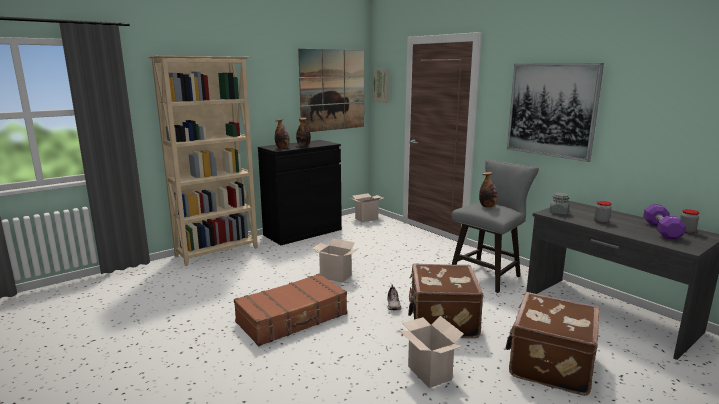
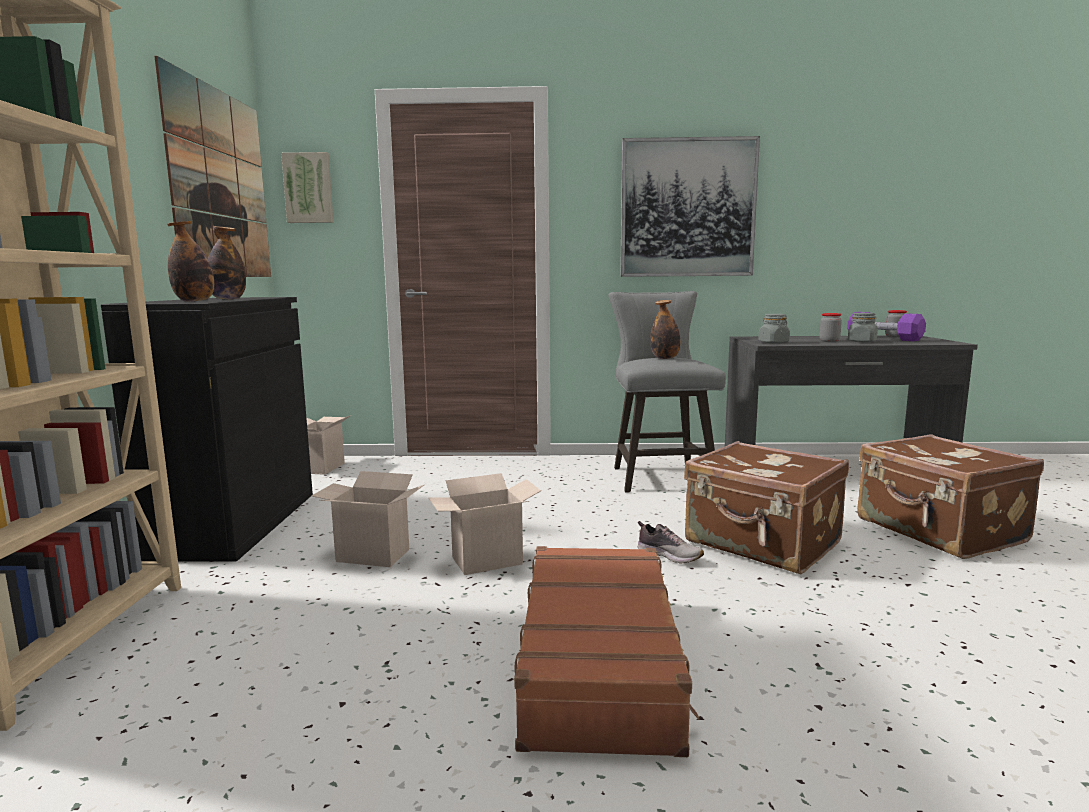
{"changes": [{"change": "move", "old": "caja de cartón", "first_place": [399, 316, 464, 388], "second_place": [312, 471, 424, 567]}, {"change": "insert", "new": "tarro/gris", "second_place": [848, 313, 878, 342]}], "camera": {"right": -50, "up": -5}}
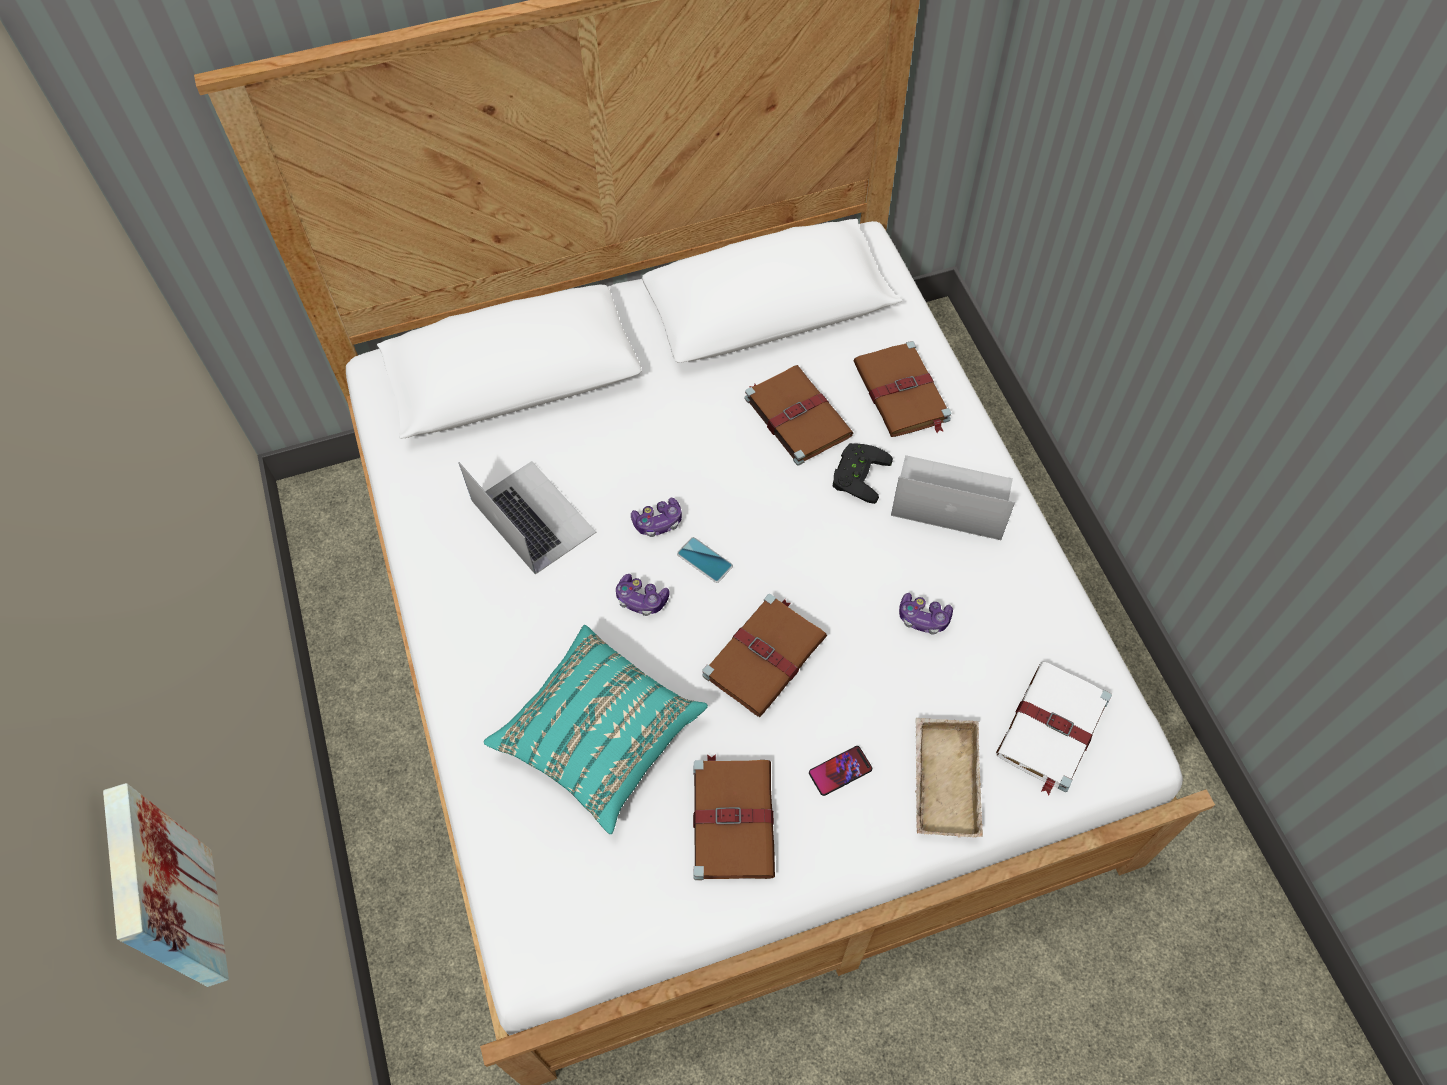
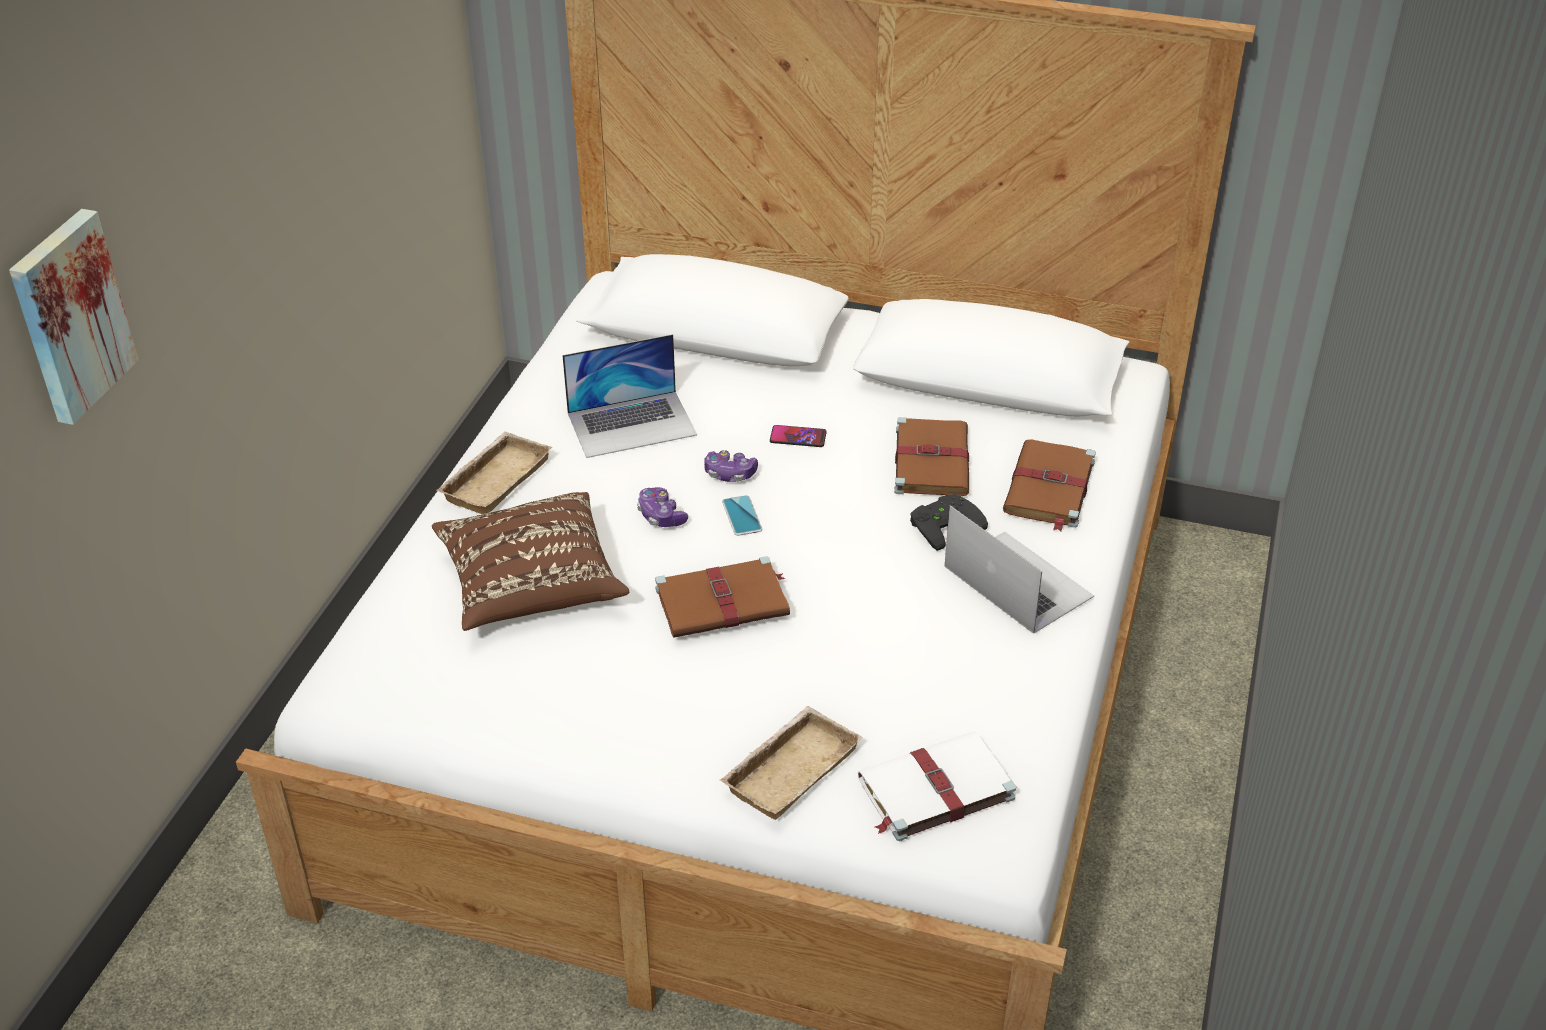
{"changes": [{"change": "rotate", "old": "portátil", "first_place": [458, 461, 596, 575], "second_place": [562, 334, 697, 458], "degrees": 75}, {"change": "delete", "old": "mando de consola", "first_place": [899, 593, 953, 635]}, {"change": "recolor", "old": "cojín/turquesa", "new": "cojín/marrón", "first_place": [484, 625, 708, 834], "second_place": [432, 492, 629, 631]}, {"change": "move", "old": "móvil", "first_place": [809, 746, 872, 796], "second_place": [770, 425, 827, 447]}, {"change": "delete", "old": "libro/marrón", "first_place": [693, 754, 775, 880]}, {"change": "insert", "new": "bandeja/beis", "second_place": [436, 432, 552, 514]}], "camera": {"right": 35, "up": -20}}
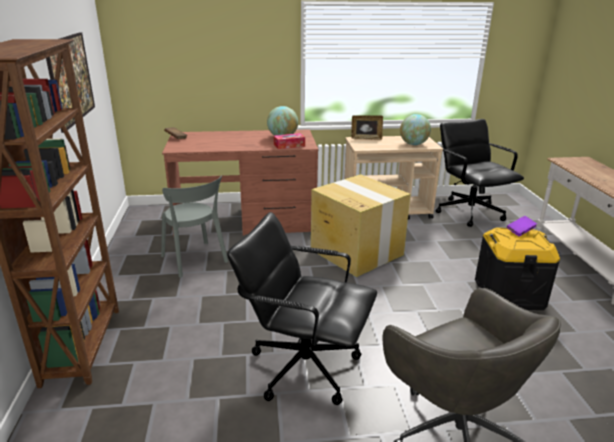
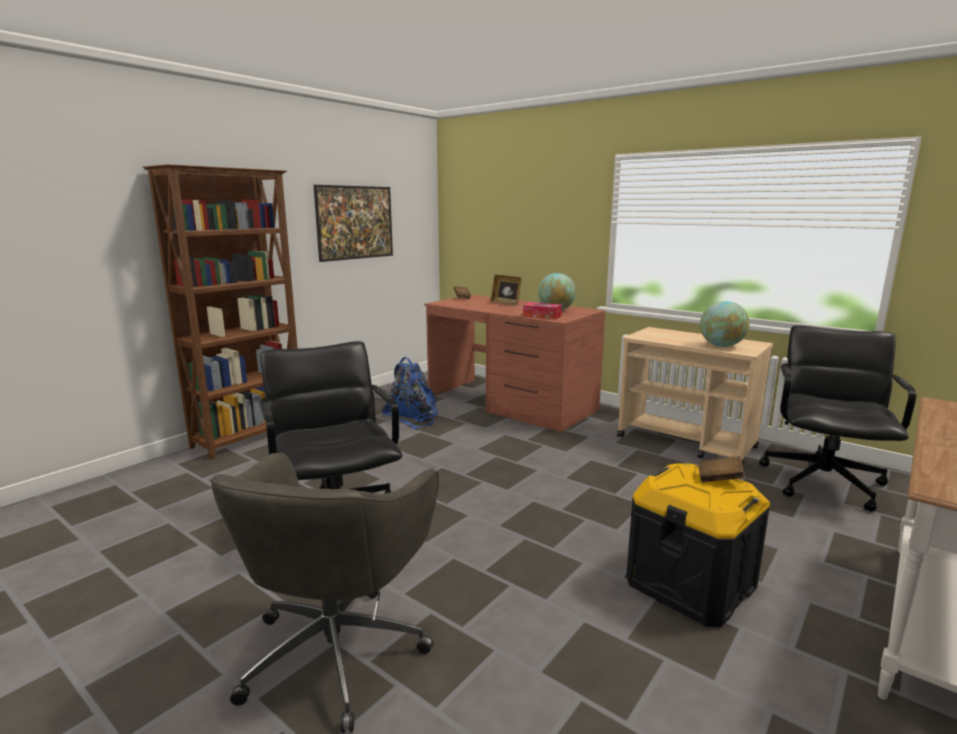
{"changes": [{"change": "move", "old": "portarretratos", "first_place": [351, 115, 383, 140], "second_place": [491, 275, 521, 306]}, {"change": "delete", "old": "caja de cartón", "first_place": [311, 174, 411, 277]}, {"change": "replace", "old": "silla/gris", "new": "mochila/azul", "first_place": [161, 175, 228, 278], "second_place": [382, 357, 438, 429]}, {"change": "recolor", "old": "libro/morado", "new": "libro/marrón", "first_place": [507, 216, 537, 236], "second_place": [698, 456, 745, 482]}], "camera": {"right": 45, "up": -10}}
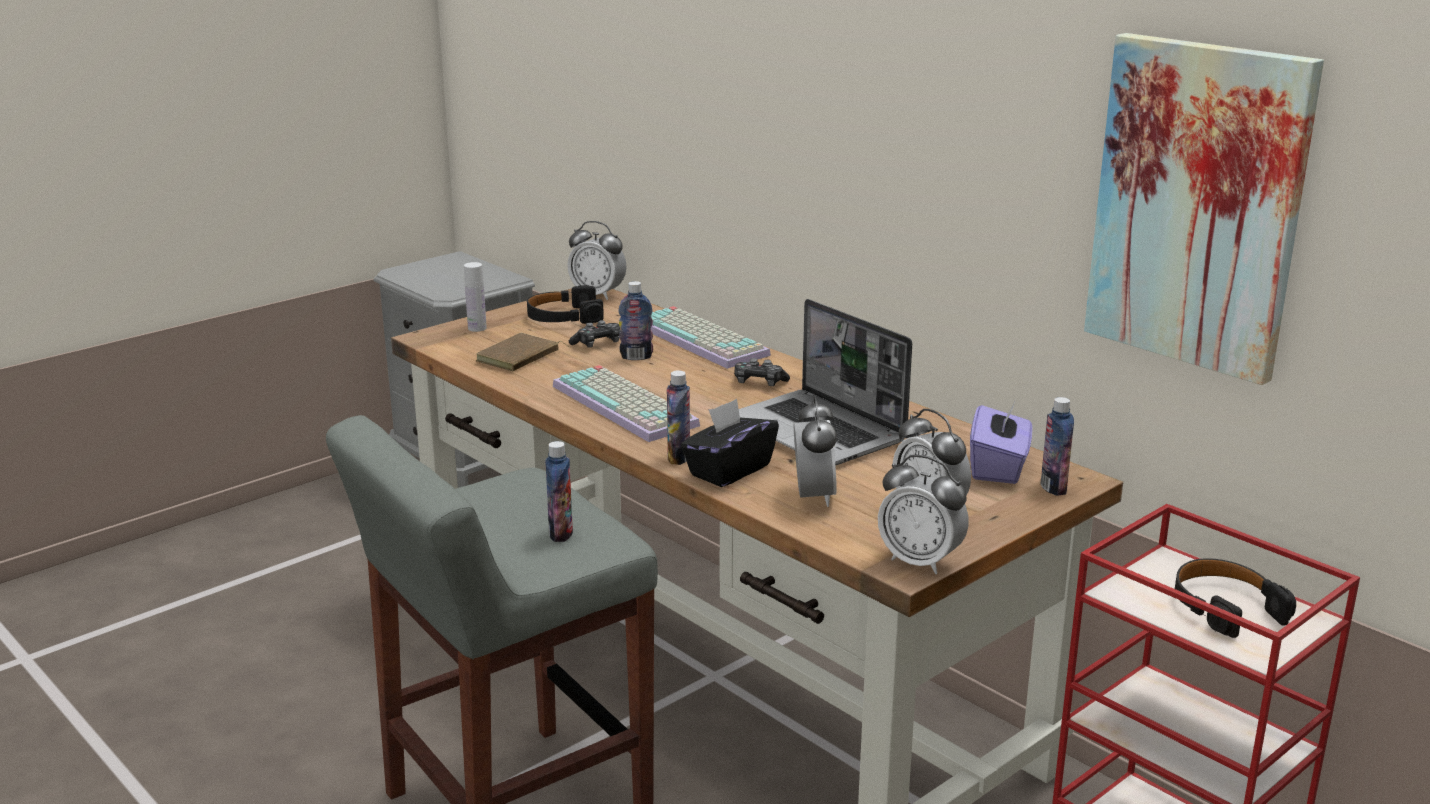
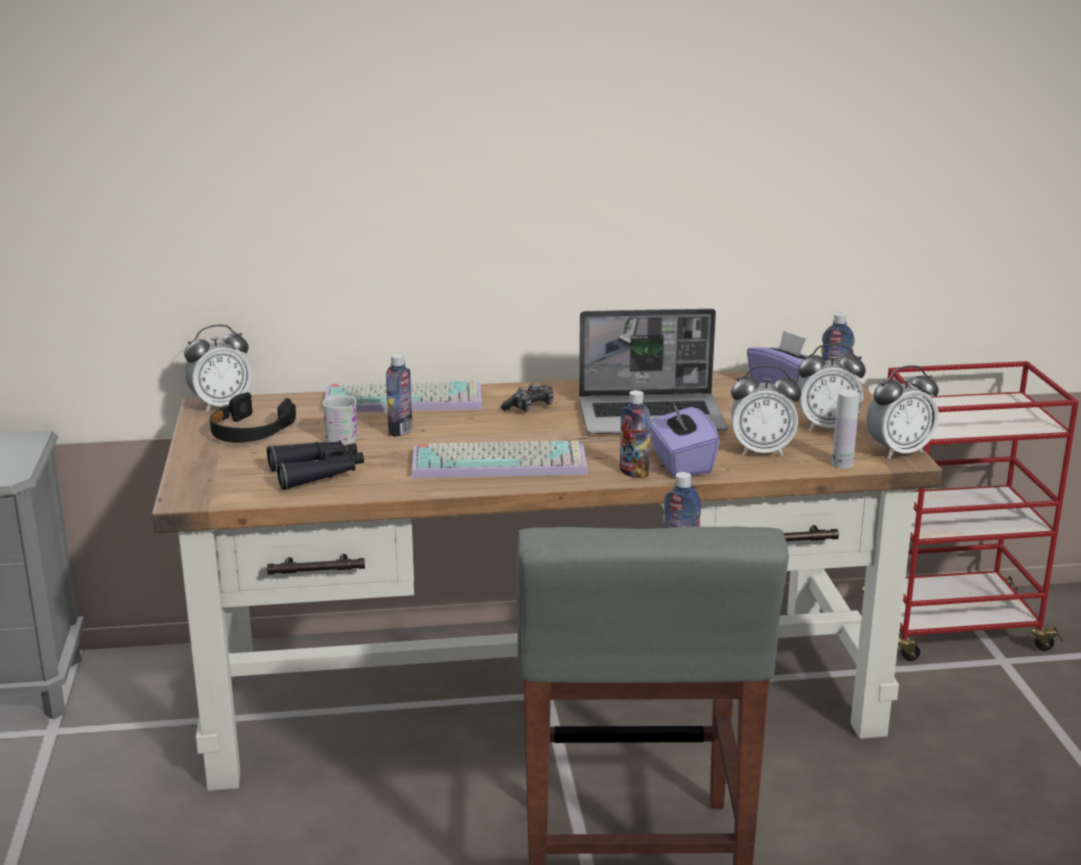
{"changes": [{"change": "delete", "old": "cuadro", "first_place": [1084, 33, 1324, 385]}, {"change": "move", "old": "botella/blanco", "first_place": [464, 262, 487, 332], "second_place": [832, 389, 859, 469]}, {"change": "replace", "old": "mando de consola", "new": "taza grande/blanco", "first_place": [569, 320, 621, 348], "second_place": [322, 395, 357, 445]}, {"change": "replace", "old": "libro/marrón", "new": "prismáticos/negro", "first_place": [476, 333, 570, 372], "second_place": [267, 440, 364, 490]}, {"change": "rotate", "old": "despertador", "first_place": [794, 395, 837, 507], "second_place": [731, 365, 801, 456], "degrees": 150}, {"change": "recolor", "old": "caja de pañuelos/negro", "new": "caja de pañuelos/morado", "first_place": [680, 399, 779, 487], "second_place": [650, 401, 720, 477]}, {"change": "delete", "old": "auriculares/negro", "first_place": [1175, 558, 1296, 638]}], "camera": {"right": -55, "up": 0}}
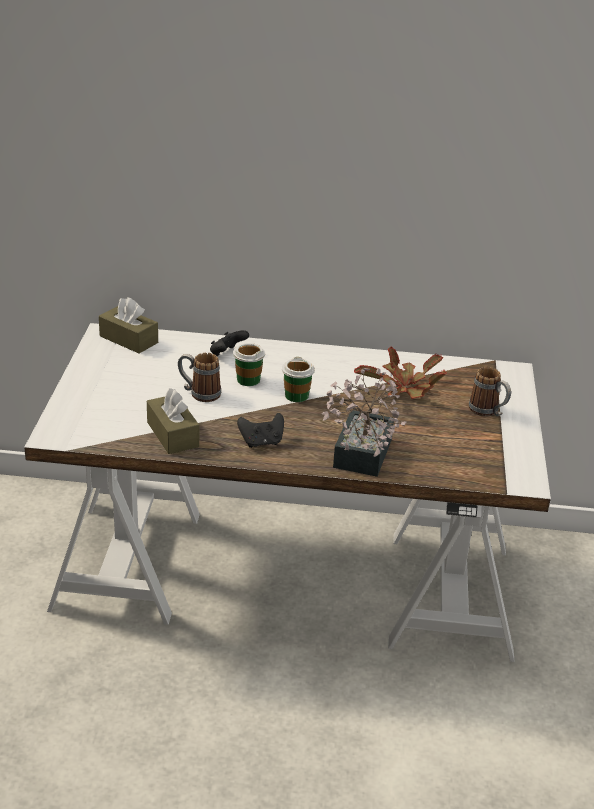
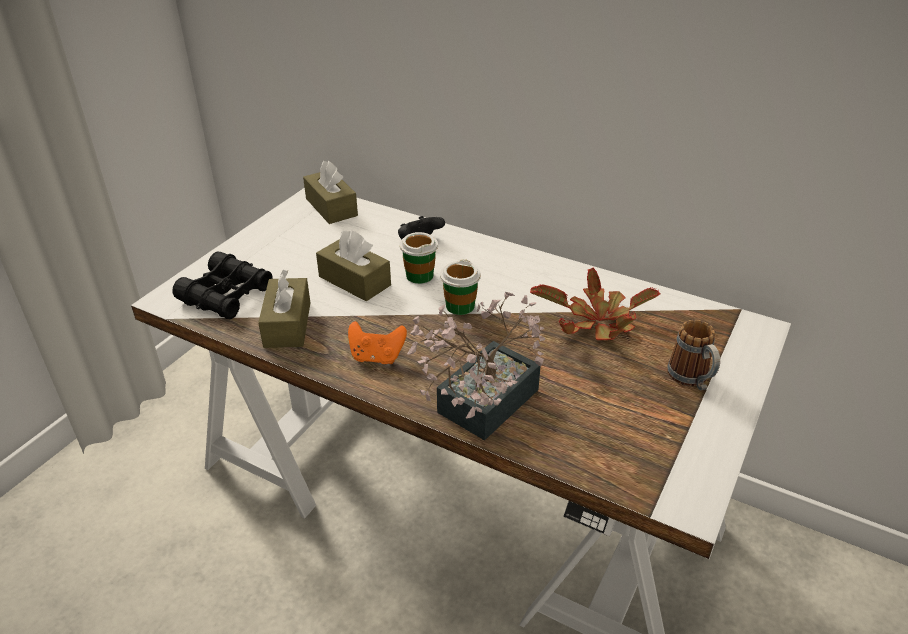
{"changes": [{"change": "replace", "old": "taza grande", "new": "caja de pañuelos/marrón", "first_place": [178, 353, 221, 402], "second_place": [316, 230, 391, 302]}, {"change": "recolor", "old": "mando de consola/negro", "new": "mando de consola/naranja", "first_place": [237, 413, 284, 448], "second_place": [348, 321, 407, 364]}, {"change": "insert", "new": "prismáticos/negro", "second_place": [173, 252, 273, 319]}], "camera": {"right": 25, "up": 5}}
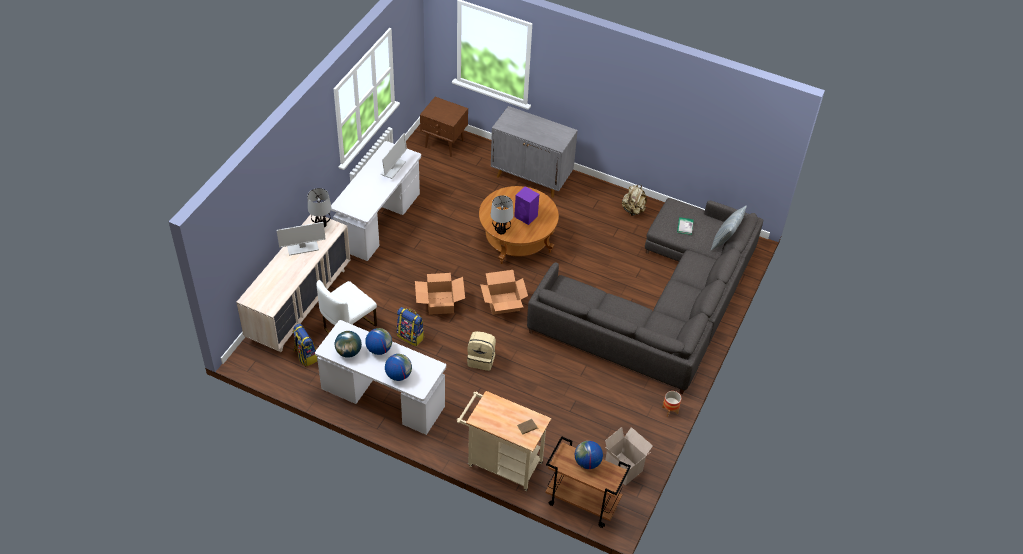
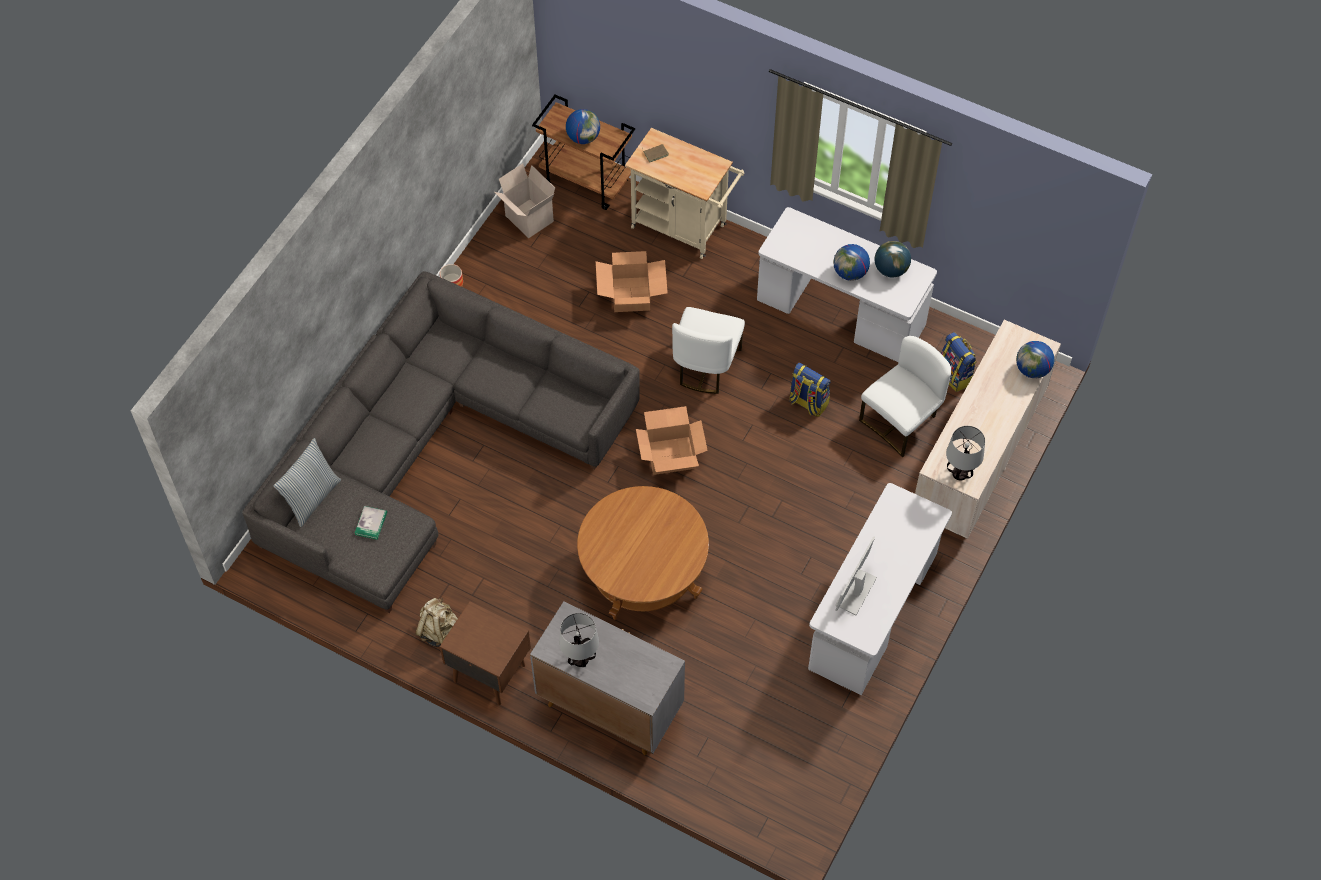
{"changes": [{"change": "move", "old": "mesita de noche/marrón", "first_place": [420, 97, 468, 157], "second_place": [440, 601, 531, 705]}, {"change": "delete", "old": "altavoz/morado", "first_place": [514, 186, 539, 225]}, {"change": "move", "old": "lámpara de mesa", "first_place": [491, 195, 513, 234], "second_place": [559, 613, 599, 667]}, {"change": "delete", "old": "monitor", "first_place": [277, 222, 326, 256]}, {"change": "move", "old": "caja de cartón", "first_place": [415, 273, 465, 315], "second_place": [596, 251, 668, 312]}, {"change": "replace", "old": "mochila/beis", "new": "silla/blanco", "first_place": [467, 331, 496, 371], "second_place": [672, 307, 745, 394]}, {"change": "move", "old": "globo terráqueo", "first_place": [385, 354, 412, 381], "second_place": [1016, 341, 1055, 378]}], "camera": {"right": -175, "up": 10}}
